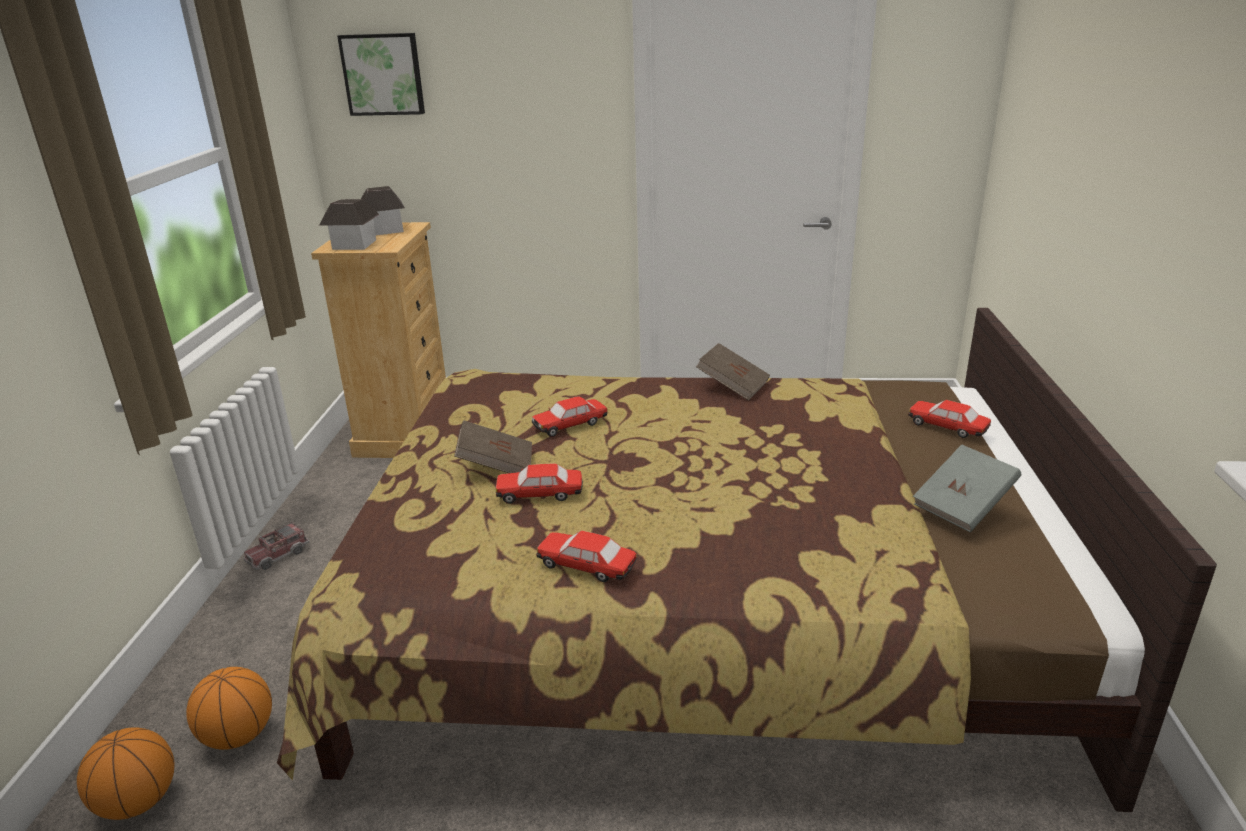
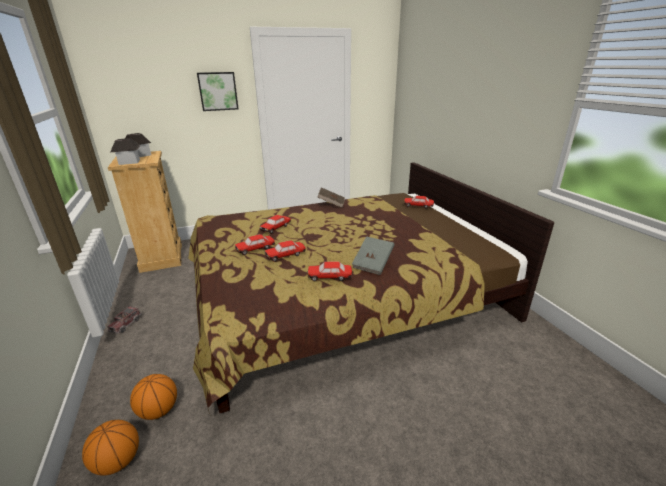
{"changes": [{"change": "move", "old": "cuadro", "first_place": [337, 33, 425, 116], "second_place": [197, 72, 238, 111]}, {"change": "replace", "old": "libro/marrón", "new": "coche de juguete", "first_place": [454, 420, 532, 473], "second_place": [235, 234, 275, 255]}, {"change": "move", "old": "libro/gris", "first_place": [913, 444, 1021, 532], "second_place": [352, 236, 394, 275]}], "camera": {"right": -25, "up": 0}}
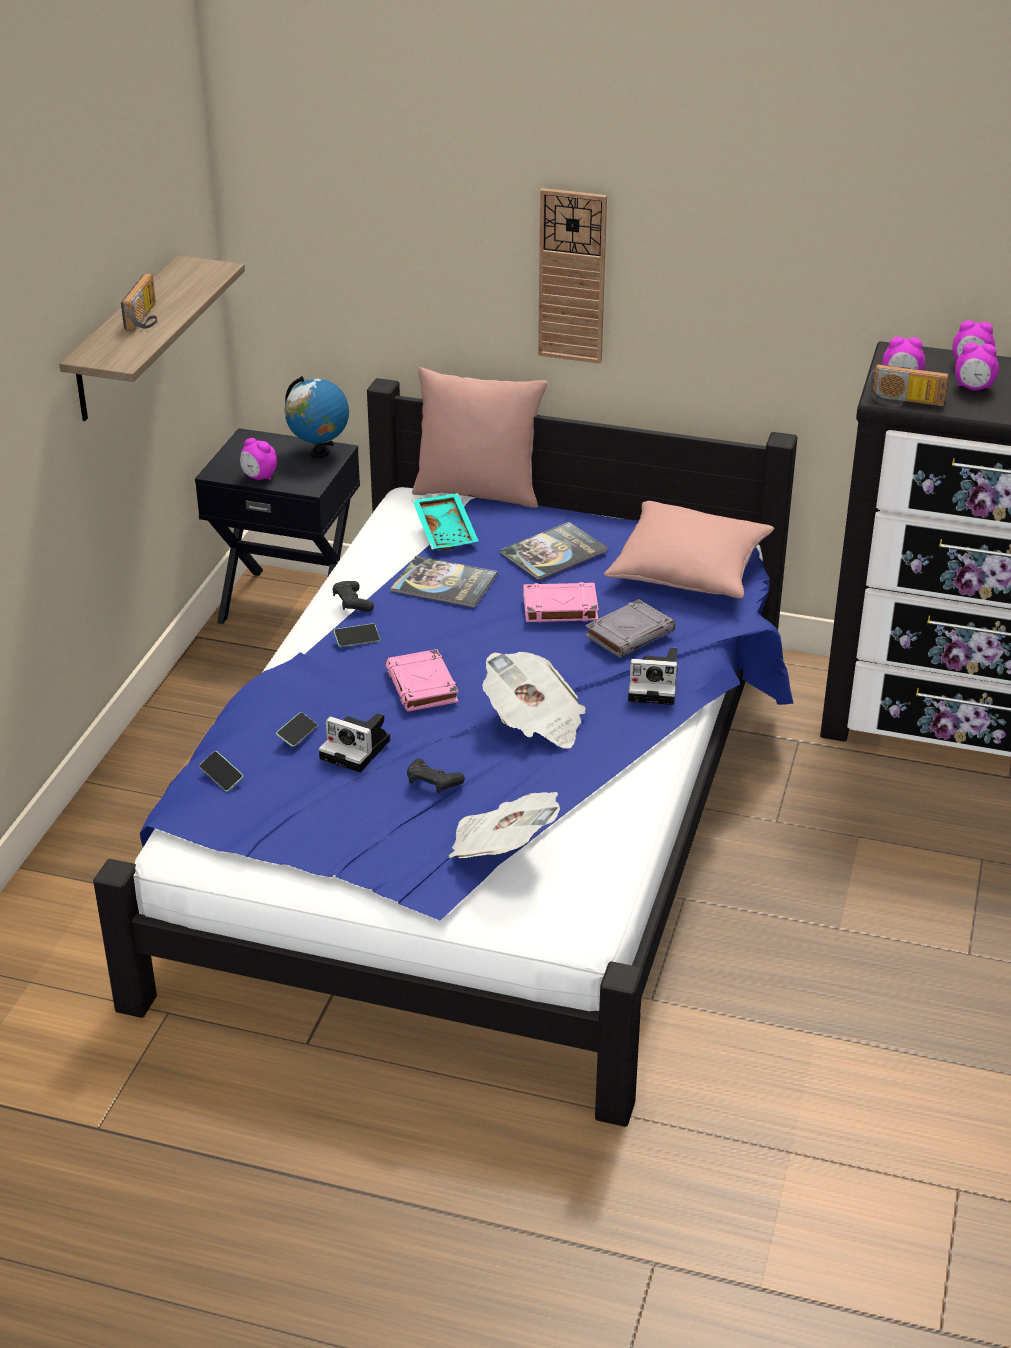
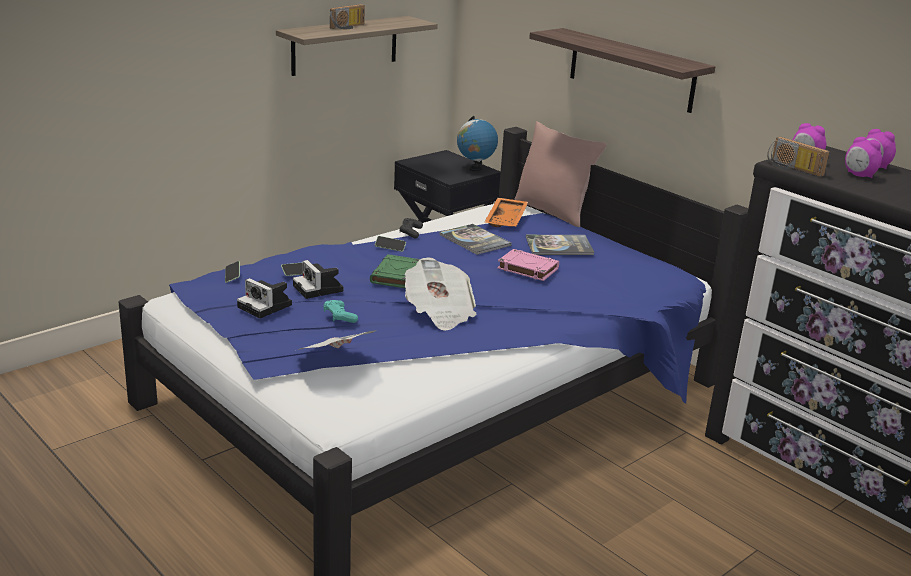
{"changes": [{"change": "replace", "old": "reloj de pared", "new": "estante", "first_place": [538, 188, 607, 364], "second_place": [529, 28, 716, 113]}, {"change": "delete", "old": "despertador", "first_place": [240, 438, 277, 480]}, {"change": "recolor", "old": "bandeja/turquesa", "new": "bandeja/naranja", "first_place": [412, 493, 479, 551], "second_place": [485, 198, 528, 227]}, {"change": "delete", "old": "cojín/rosa", "first_place": [604, 501, 774, 598]}, {"change": "delete", "old": "libro/gris", "first_place": [585, 599, 675, 658]}, {"change": "move", "old": "cámara", "first_place": [628, 647, 678, 705], "second_place": [237, 278, 292, 318]}, {"change": "recolor", "old": "libro/rosa", "new": "libro/verde", "first_place": [385, 649, 459, 711], "second_place": [370, 254, 420, 289]}, {"change": "recolor", "old": "mando de consola/negro", "new": "mando de consola/turquesa", "first_place": [407, 759, 465, 793], "second_place": [323, 300, 358, 323]}], "camera": {"right": 30, "up": -10}}
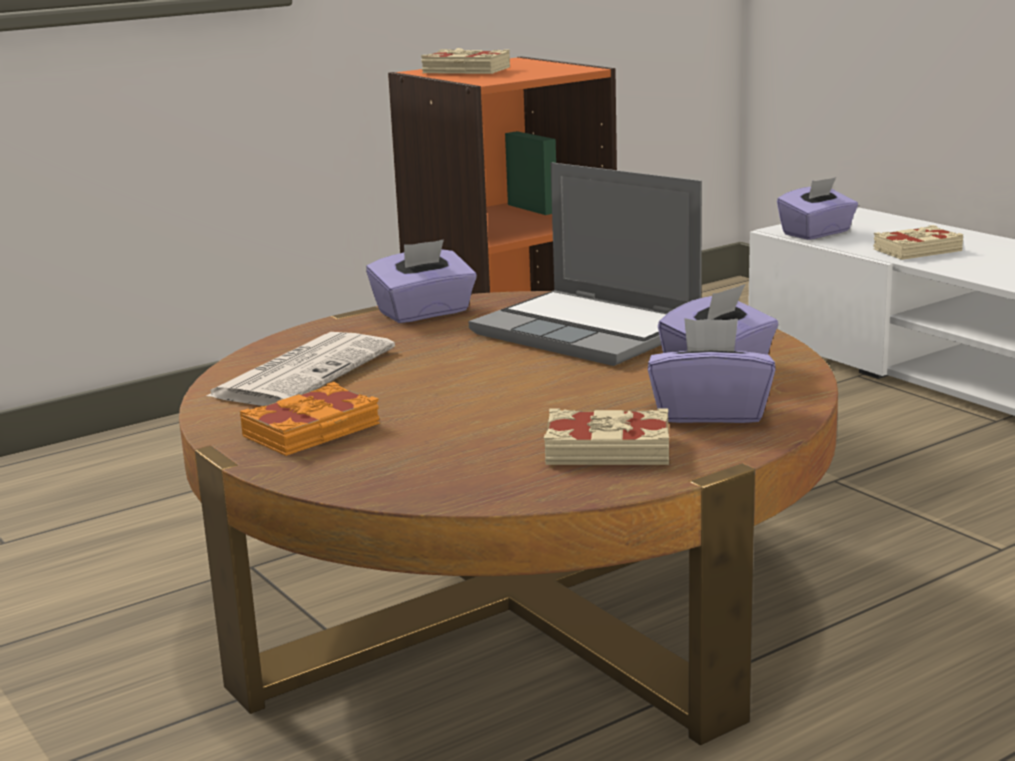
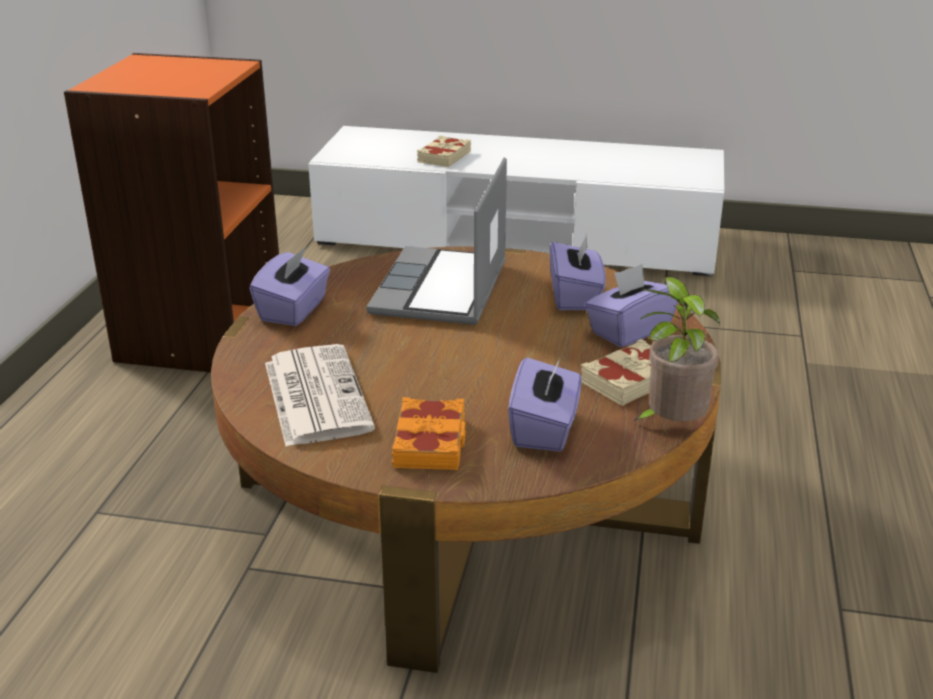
{"changes": [{"change": "delete", "old": "libro/beis", "first_place": [421, 48, 510, 74]}, {"change": "rotate", "old": "portátil", "first_place": [469, 162, 702, 366], "second_place": [366, 158, 507, 325], "degrees": 105}, {"change": "move", "old": "caja de pañuelos/morado", "first_place": [777, 177, 858, 240], "second_place": [508, 355, 582, 452]}, {"change": "insert", "new": "planta en maceta", "second_place": [633, 277, 720, 421]}], "camera": {"right": -45, "up": 10}}
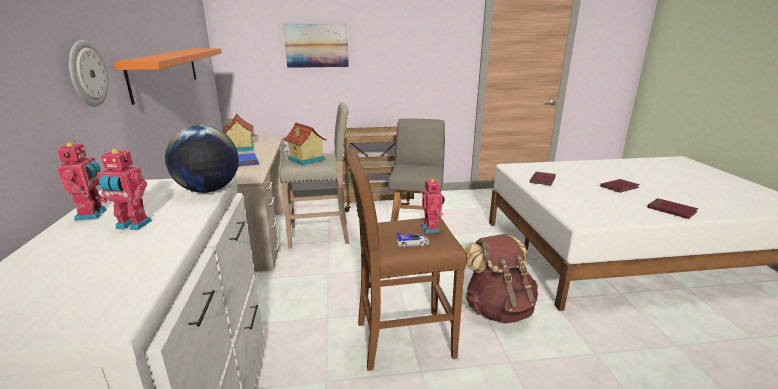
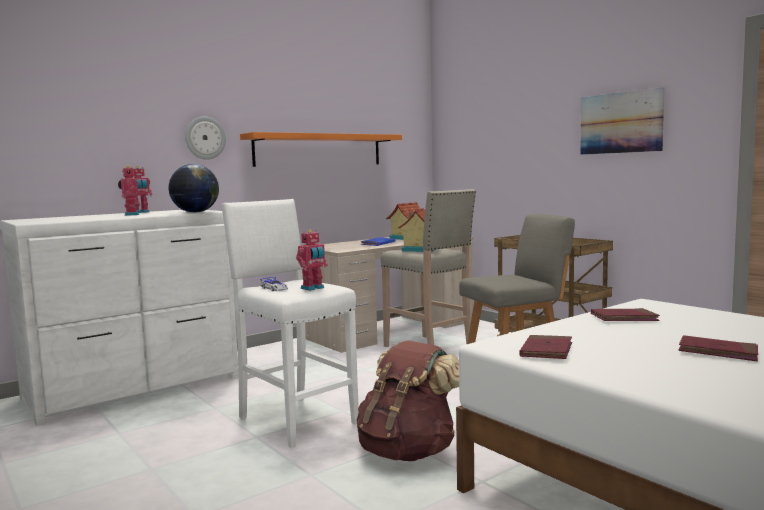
{"changes": [{"change": "move", "old": "cuadro", "first_place": [283, 24, 349, 68], "second_place": [580, 87, 664, 155]}, {"change": "recolor", "old": "taburete/marrón", "new": "taburete/blanco", "first_place": [346, 149, 468, 371], "second_place": [221, 199, 359, 448]}, {"change": "move", "old": "libro/rojo", "first_place": [647, 198, 698, 219], "second_place": [519, 335, 572, 359]}], "camera": {"right": 60, "up": -15}}
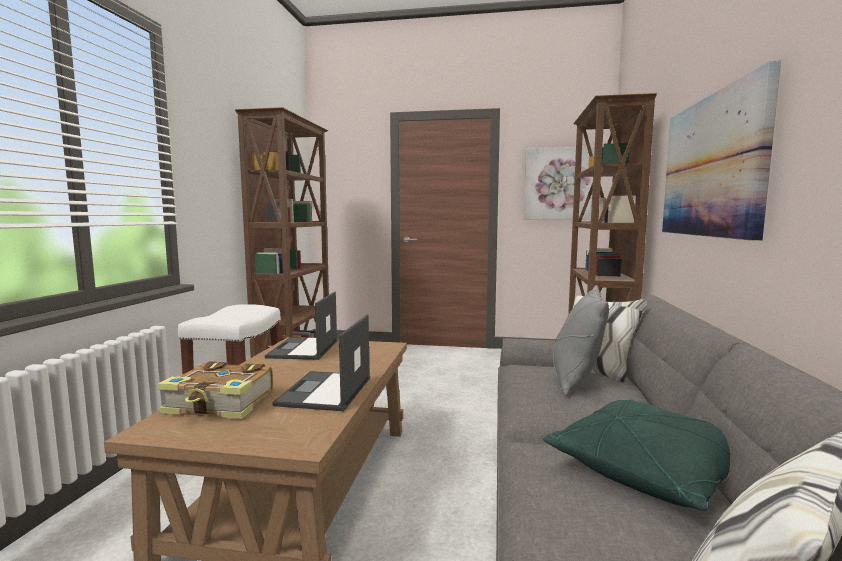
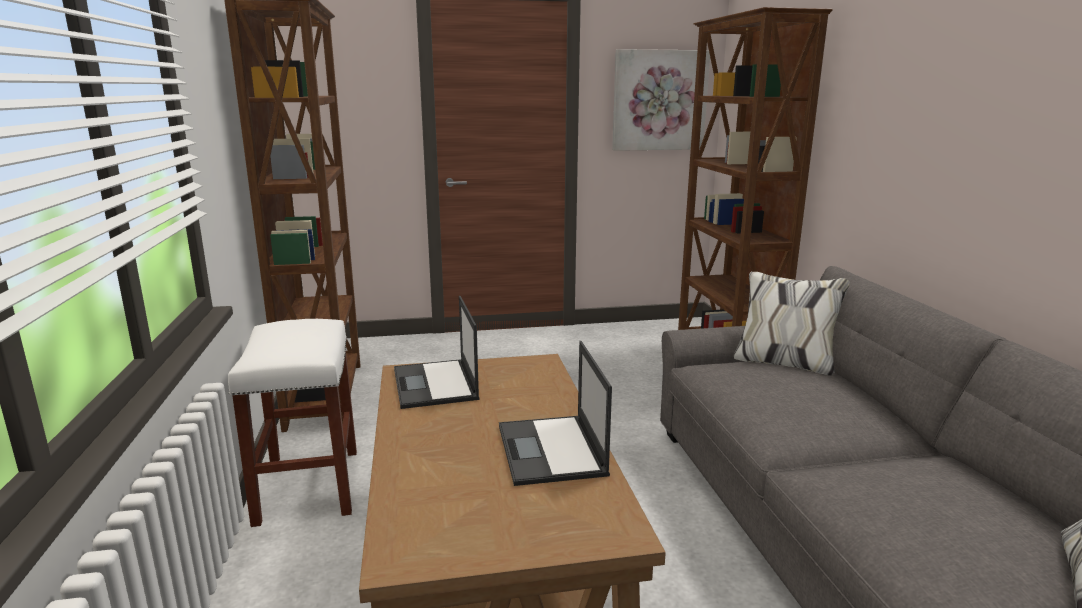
{"changes": [{"change": "delete", "old": "cuadro", "first_place": [662, 61, 781, 241]}, {"change": "delete", "old": "cojín/gris", "first_place": [553, 285, 609, 396]}, {"change": "delete", "old": "libro", "first_place": [158, 361, 273, 419]}, {"change": "delete", "old": "cojín/verde", "first_place": [543, 400, 731, 511]}], "camera": {"right": -20, "up": 10}}
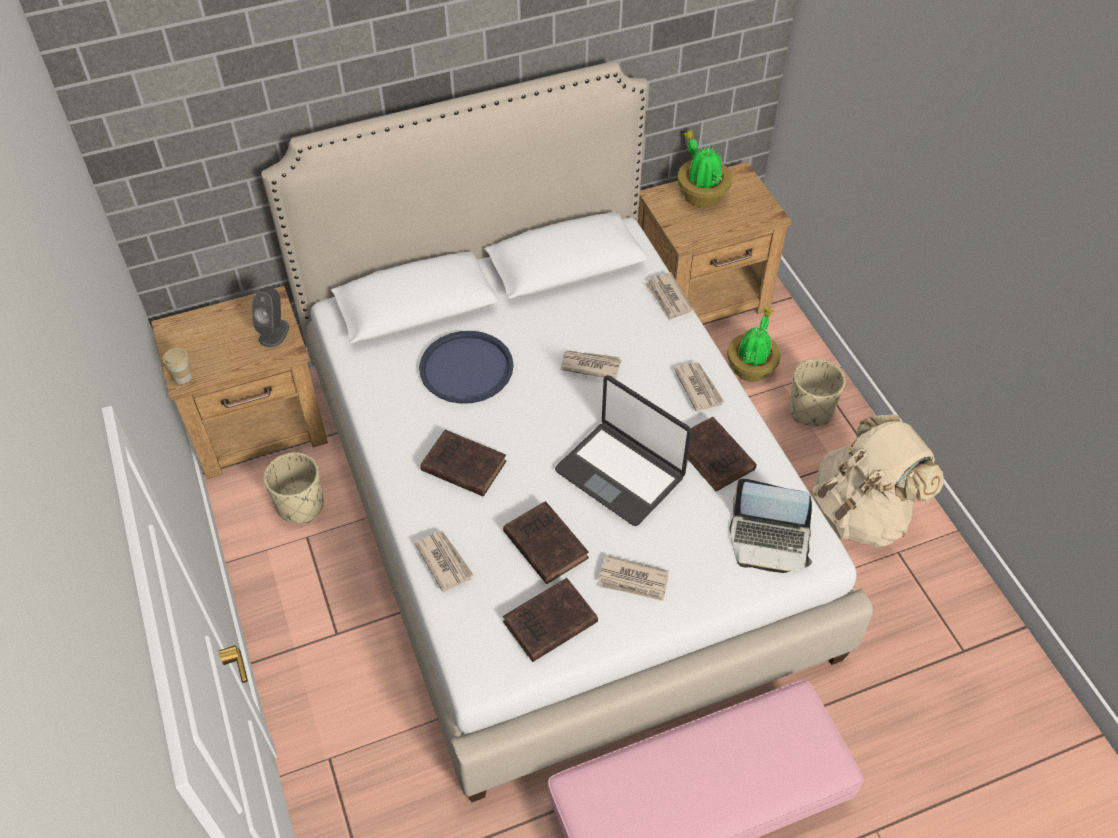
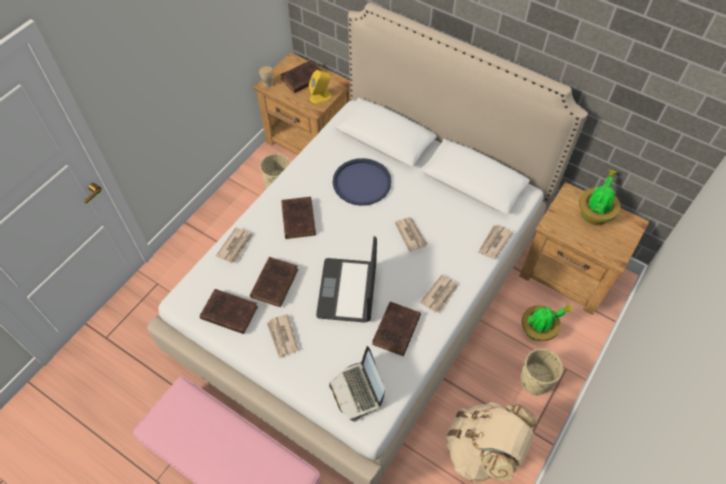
{"changes": [{"change": "recolor", "old": "altavoz/gris", "new": "altavoz/amarillo", "first_place": [252, 288, 289, 347], "second_place": [309, 70, 332, 104]}, {"change": "insert", "new": "libro/marrón", "second_place": [280, 60, 322, 93]}], "camera": {"right": 55, "up": 5}}
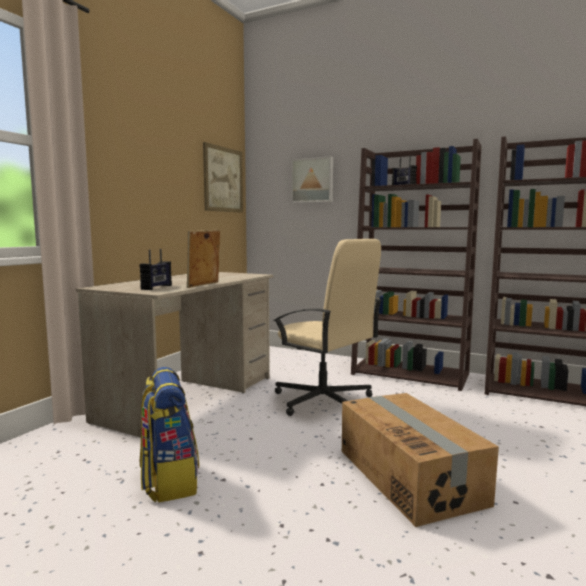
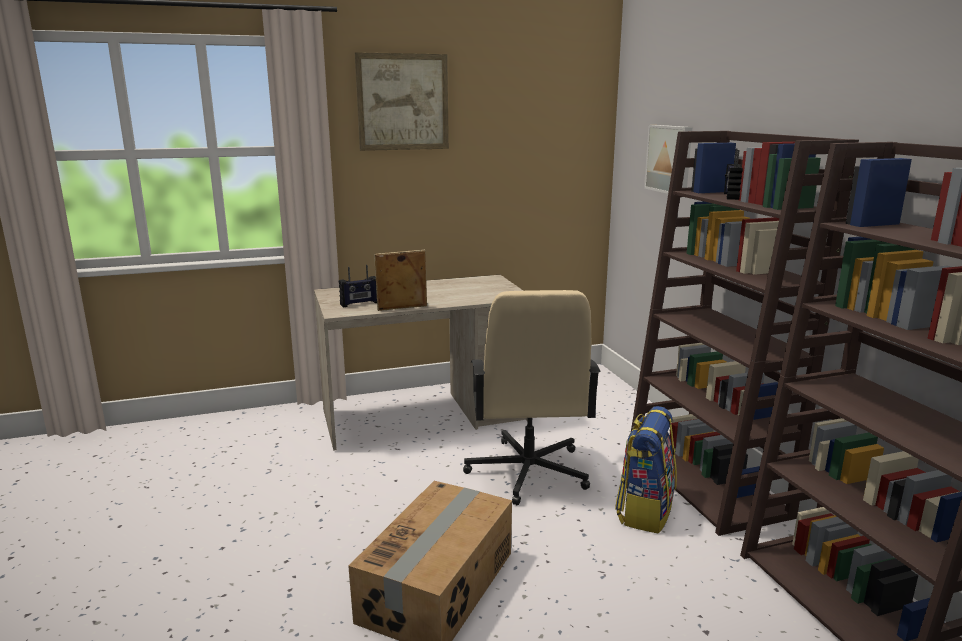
{"changes": [{"change": "move", "old": "cuadro", "first_place": [203, 142, 243, 213], "second_place": [355, 52, 449, 151]}, {"change": "move", "old": "mochila", "first_place": [140, 367, 199, 503], "second_place": [615, 406, 677, 534]}], "camera": {"right": 45, "up": 10}}
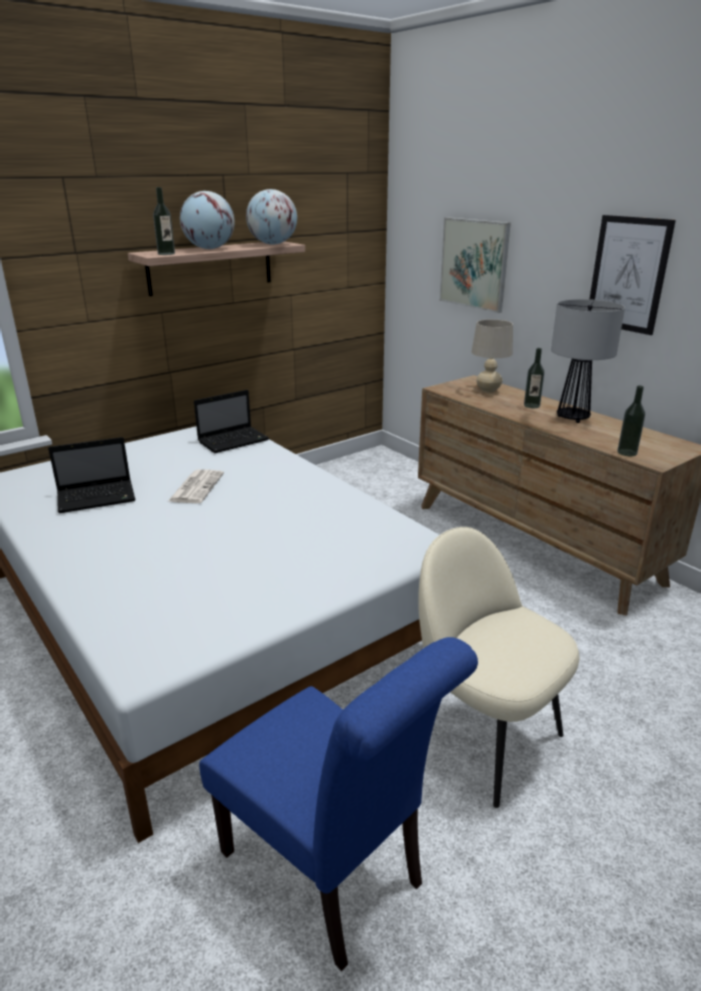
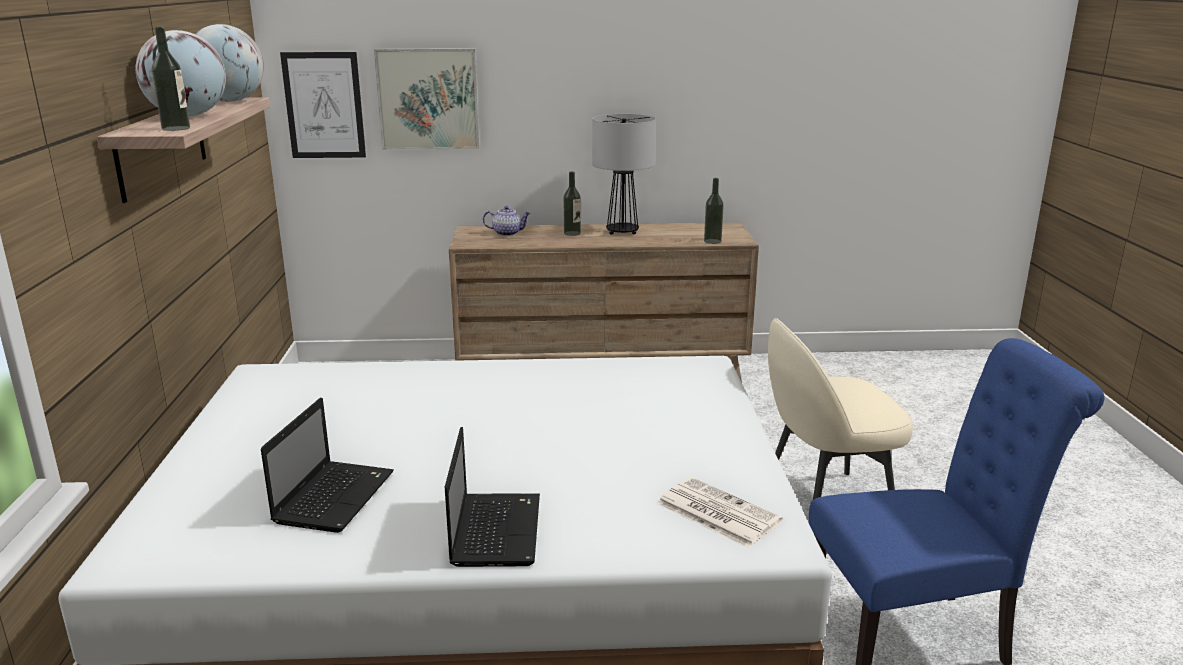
{"changes": [{"change": "move", "old": "cuadro", "first_place": [590, 215, 676, 335], "second_place": [280, 52, 366, 158]}, {"change": "replace", "old": "lámpara de mesa/beis", "new": "tetera", "first_place": [472, 319, 513, 393], "second_place": [483, 206, 531, 236]}, {"change": "move", "old": "portátil", "first_place": [194, 390, 269, 453], "second_place": [445, 427, 540, 567]}, {"change": "move", "old": "periódico", "first_place": [167, 469, 224, 503], "second_place": [657, 477, 783, 548]}], "camera": {"right": -55, "up": -5}}
